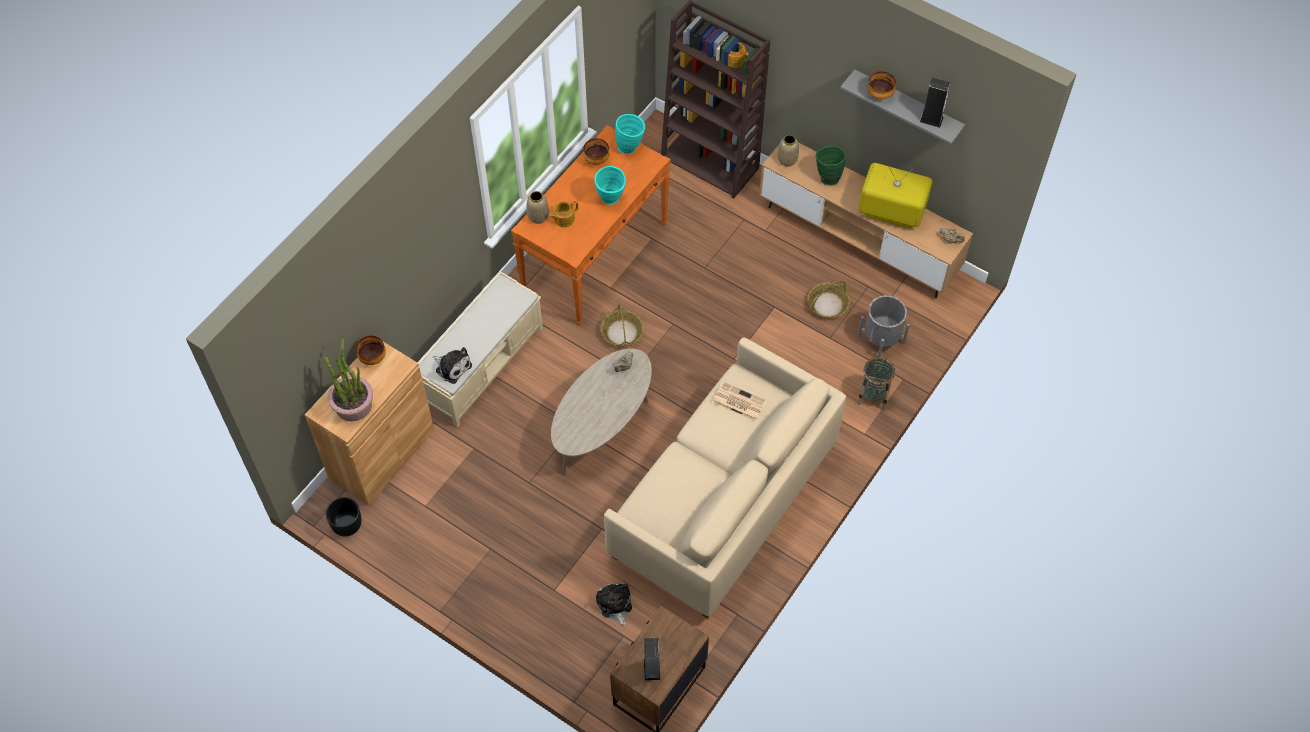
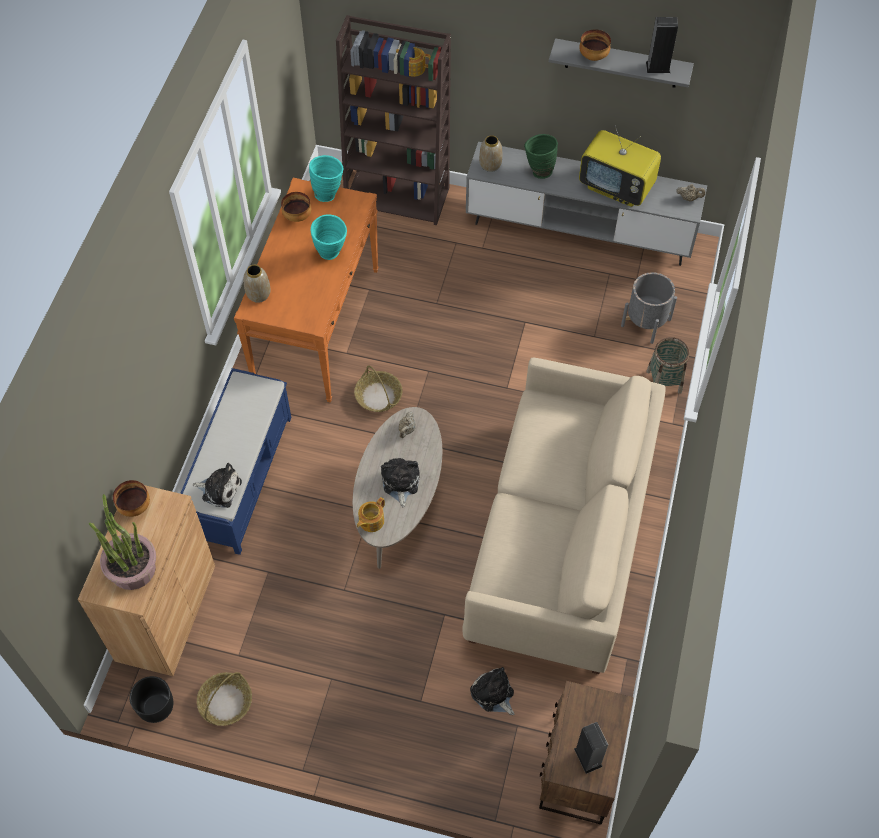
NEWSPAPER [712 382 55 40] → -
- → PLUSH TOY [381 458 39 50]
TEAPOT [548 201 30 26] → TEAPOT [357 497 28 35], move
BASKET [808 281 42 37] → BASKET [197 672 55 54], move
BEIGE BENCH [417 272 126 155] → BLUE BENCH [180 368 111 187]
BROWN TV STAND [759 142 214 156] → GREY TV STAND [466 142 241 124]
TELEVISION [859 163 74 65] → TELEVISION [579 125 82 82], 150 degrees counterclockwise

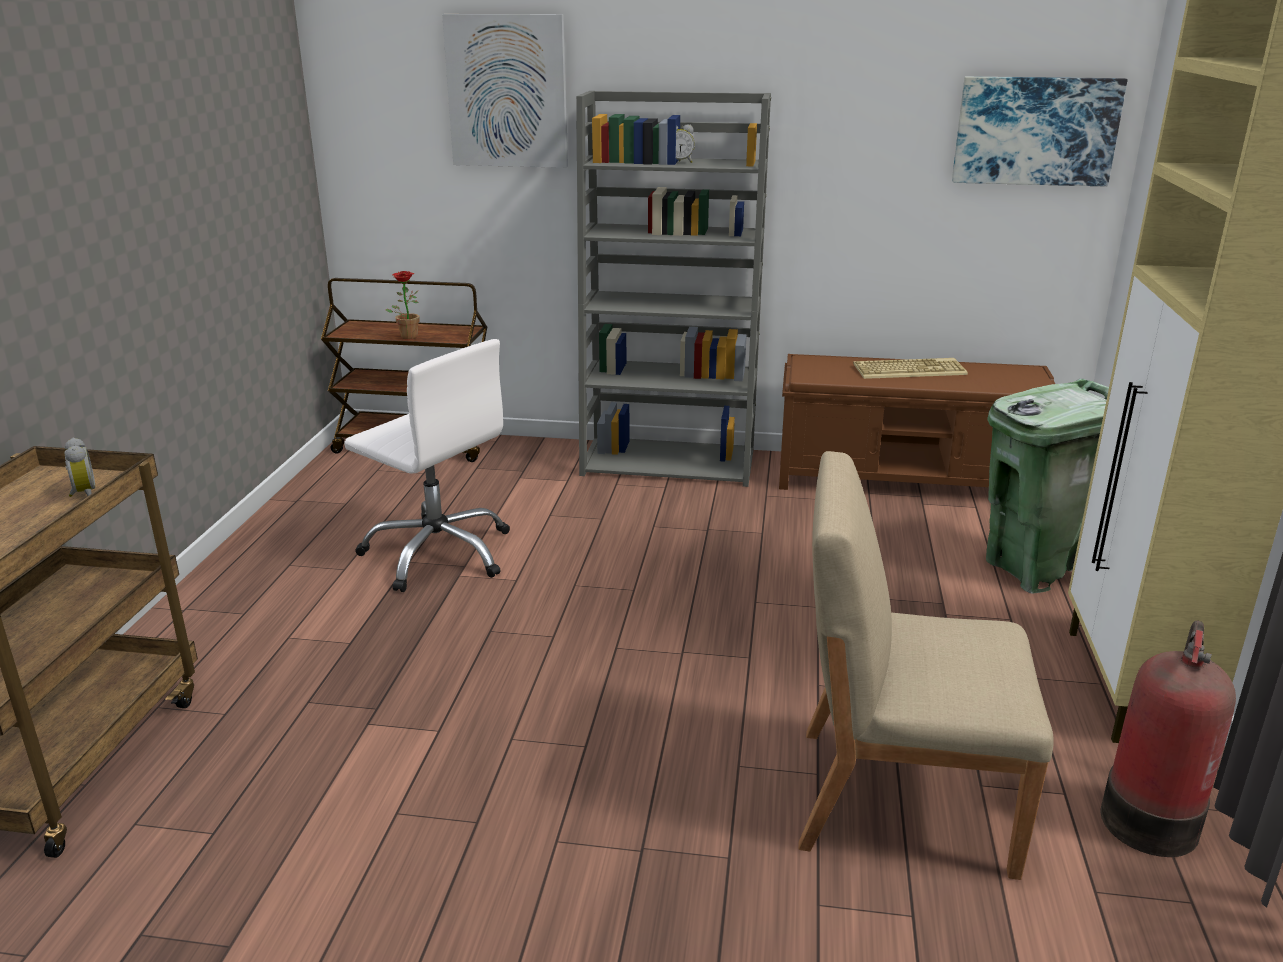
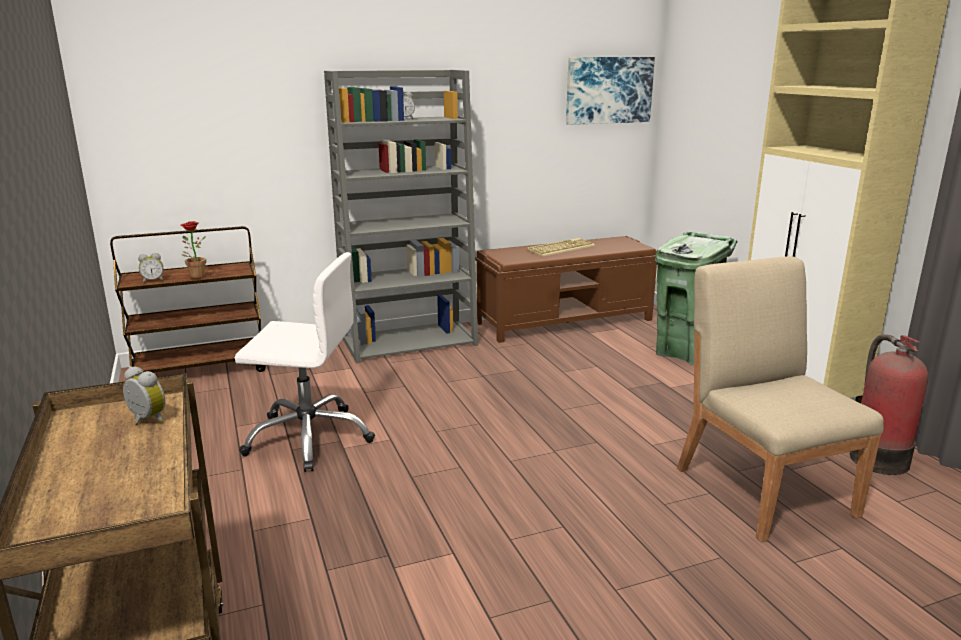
PICTURE [442 14 126 154] → -
- → ALARM CLOCK [138 253 26 30]
BEIGE CHAIR [798 451 256 429] → BEIGE CHAIR [677 256 207 286], 90 degrees clockwise

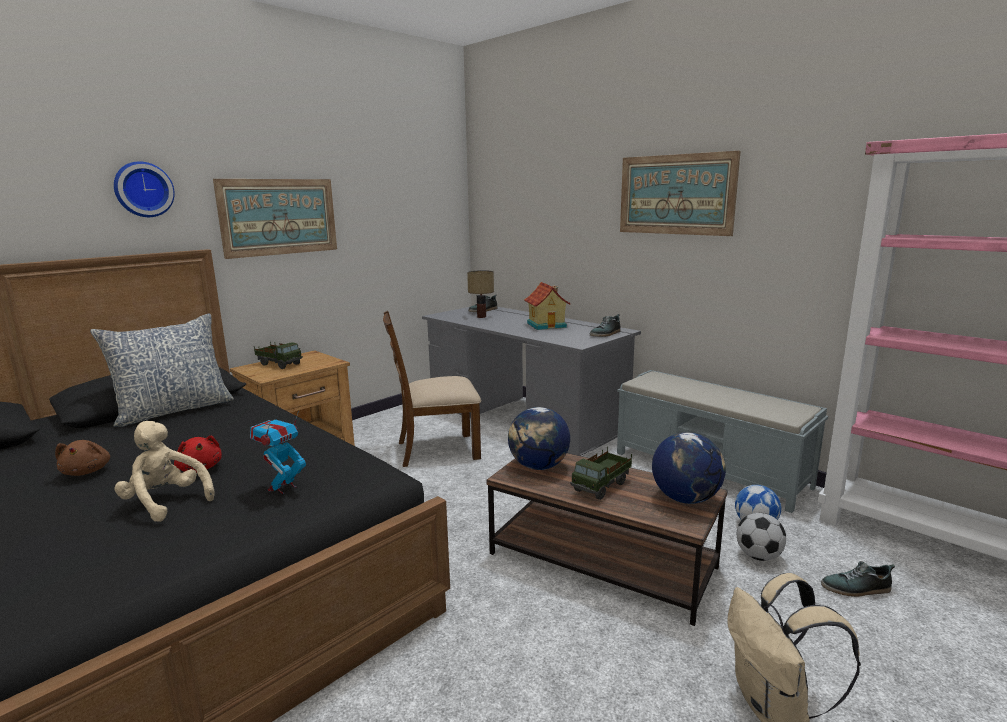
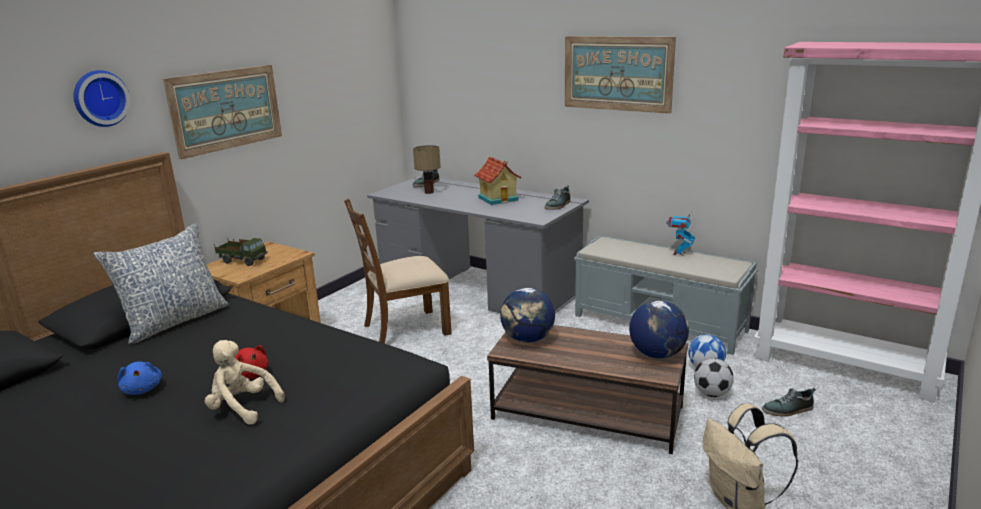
TOY TRUCK [570 447 62 53] → -
TOY ROBOT [250 411 56 83] → TOY ROBOT [666 210 29 46], move
BROWN PLUSH TOY [55 440 55 36] → BLUE PLUSH TOY [118 361 44 34]

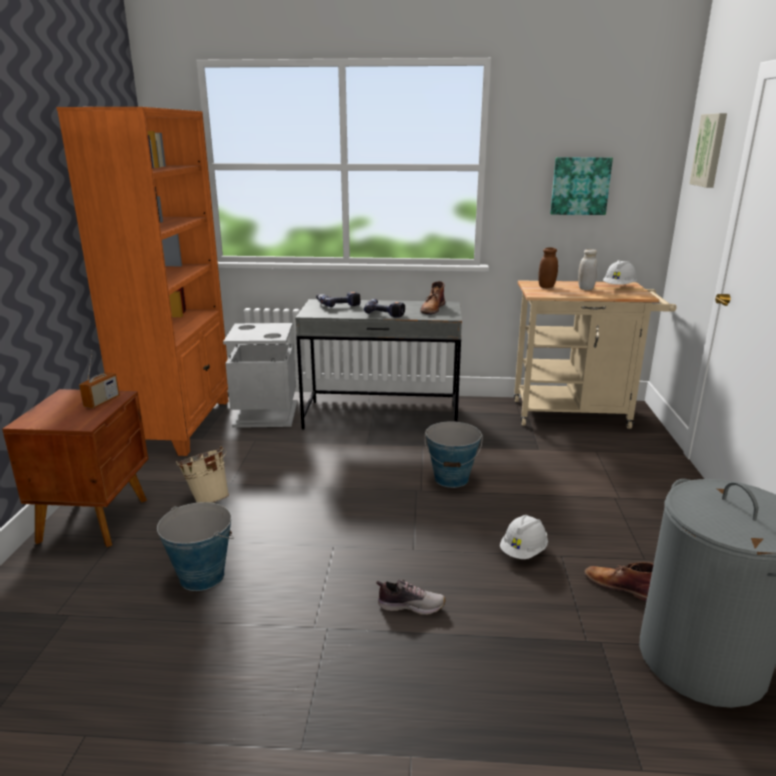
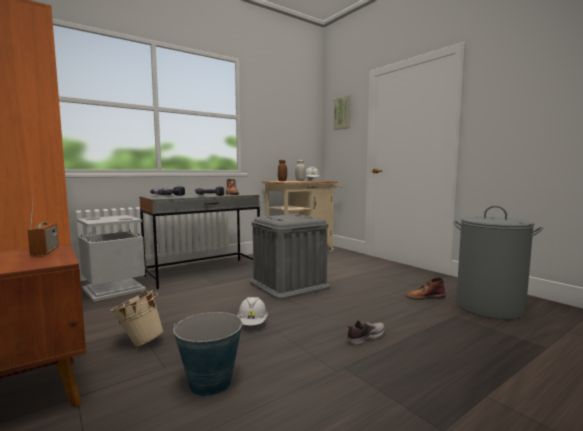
PICTURE [550 157 63 58] → -
WHITE HARD HAT [500 515 48 44] → WHITE HARD HAT [237 297 31 29], move
BUCKET [425 421 58 67] → GREY STORAGE BOX [251 214 79 86]

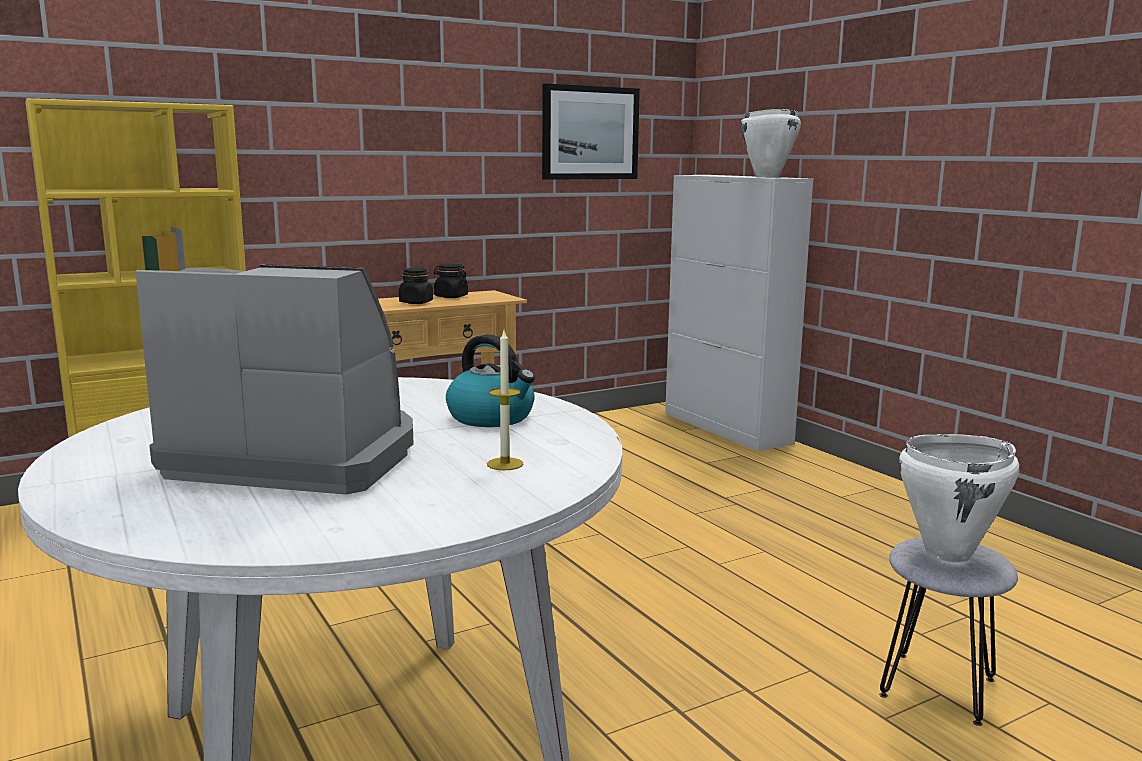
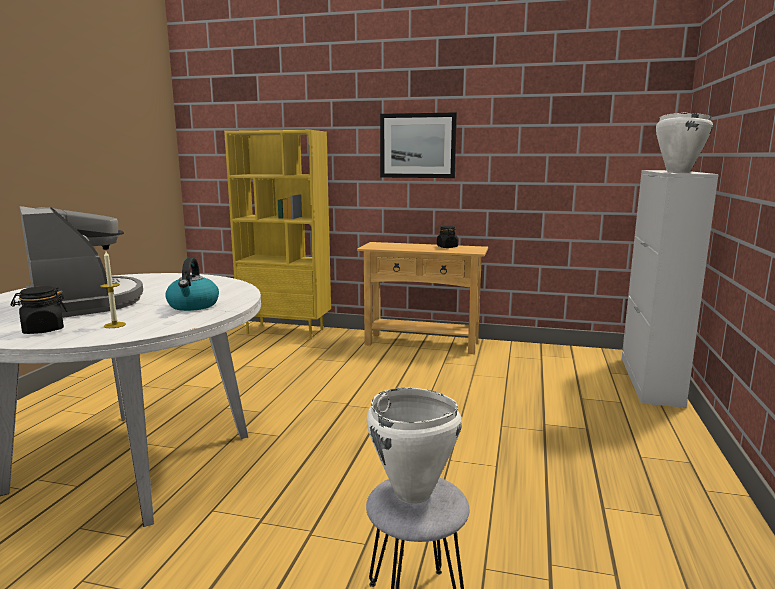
BLACK JAR [399 268 34 36] → BLACK JAR [11 286 57 48], move
PICTURE [542 83 98 97] → PICTURE [380 112 77 66], move

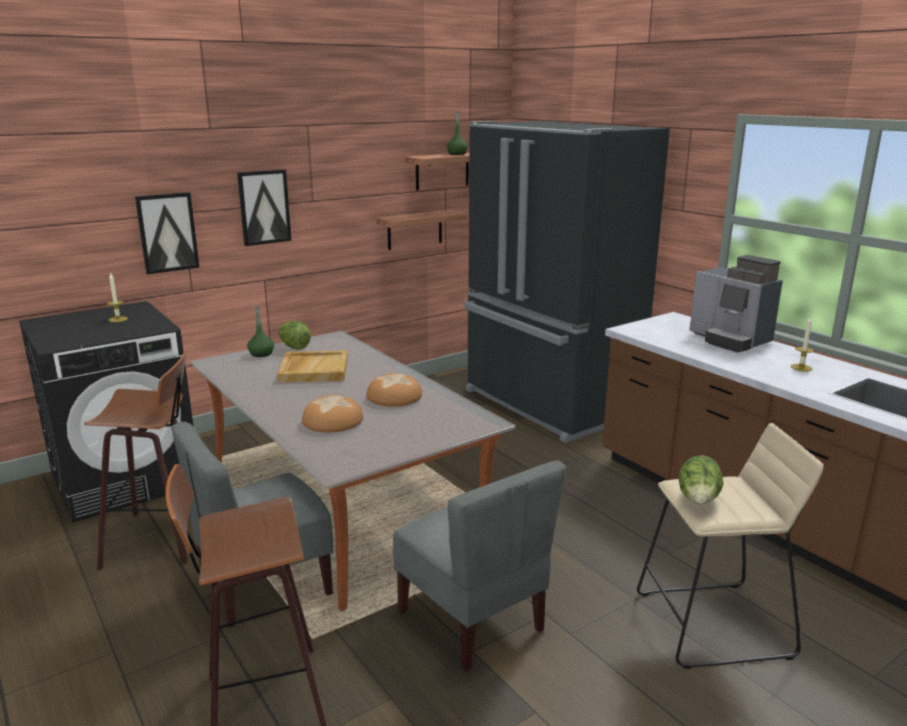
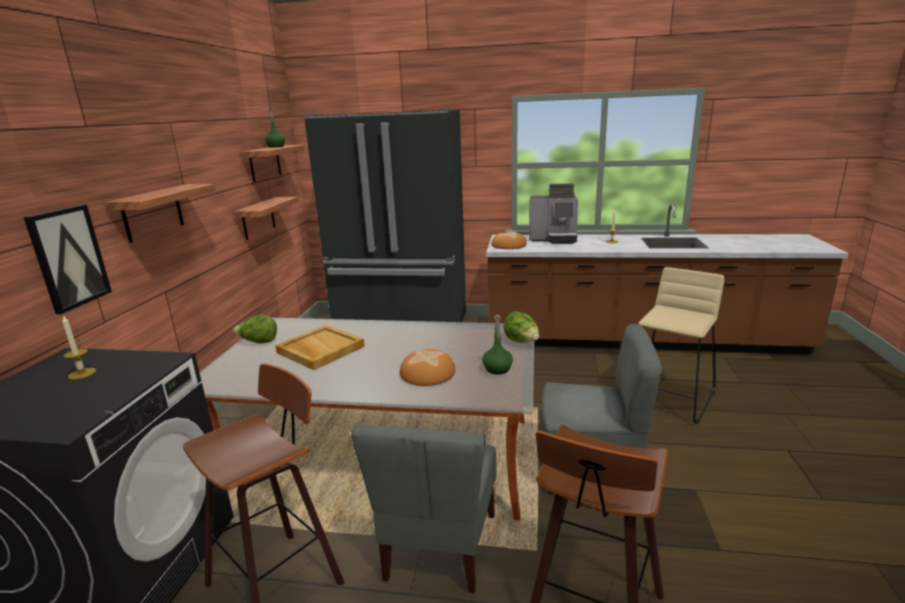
GREEN BOTTLE [247 305 27 52] → GREEN BOTTLE [482 315 31 59], move
BREAD [366 373 56 34] → BREAD [491 232 36 17], move
LETTUCE [678 455 46 49] → LETTUCE [503 311 36 32], move
PICTURE [237 169 54 77] → SHELF [105 184 110 59]

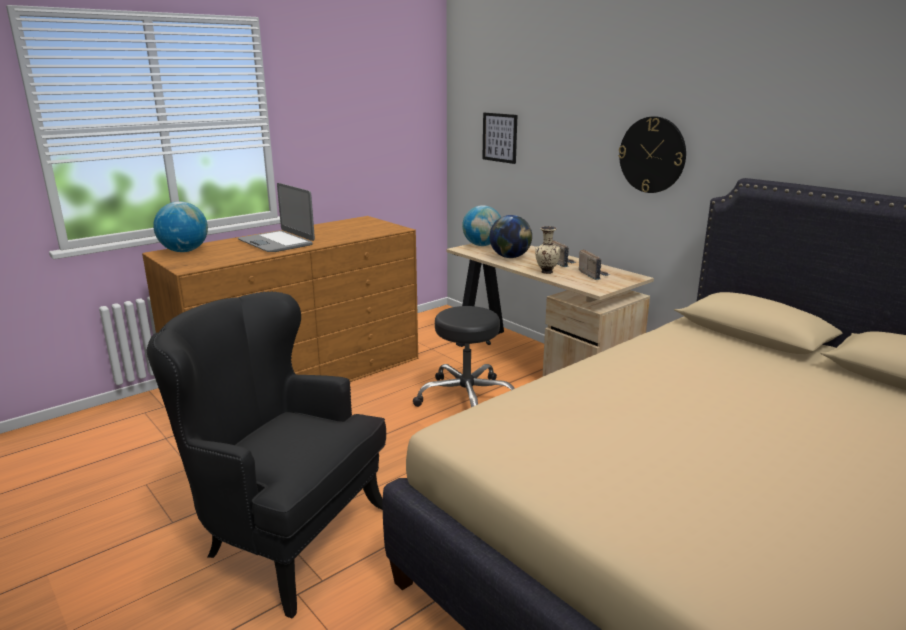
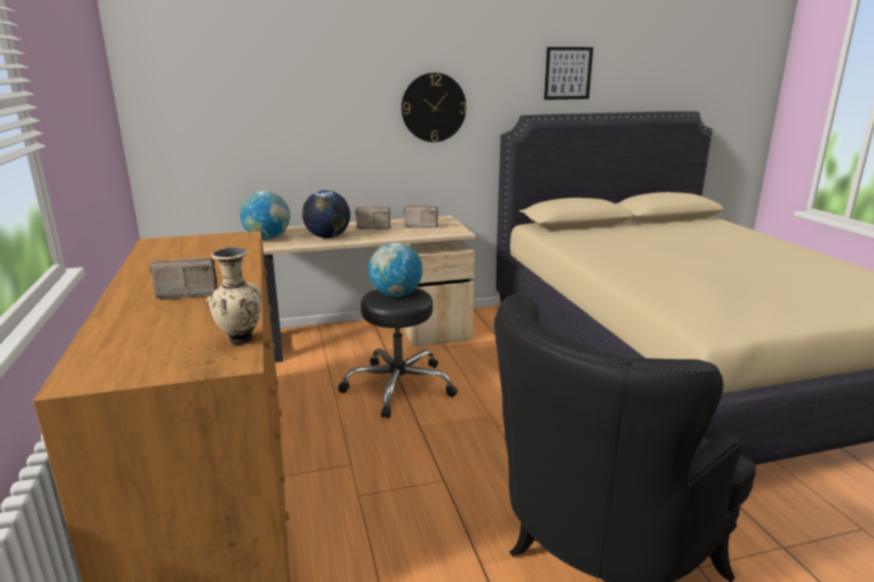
GLOBE [153 201 55 51] → GLOBE [368 243 55 54], move
PICTURE [482 113 35 51] → PICTURE [544 47 49 53], move
BEIGE VASE [535 226 25 48] → BEIGE VASE [206 247 56 98], move
LAPTOP [238 183 77 69] → RADIO [150 258 68 41]

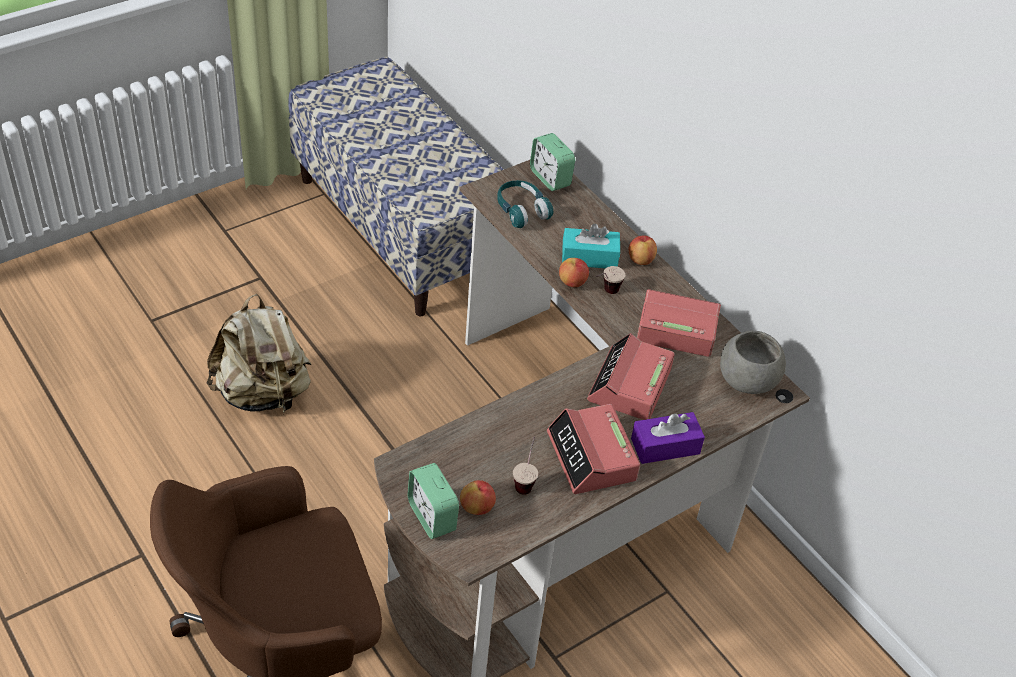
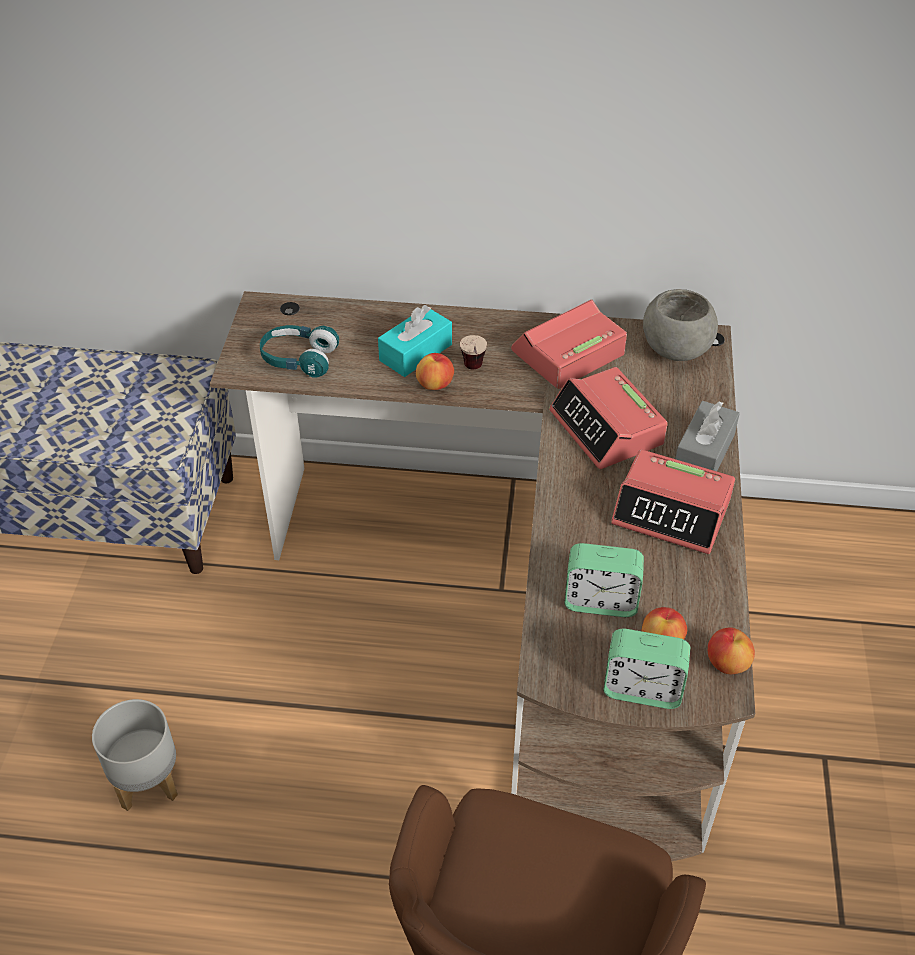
CUP [513 437 25 58] → -
ALARM CLOCK [530 133 45 58] → ALARM CLOCK [565 543 79 74], move
APPLE [629 236 28 29] → APPLE [708 627 47 47], move
BEIGE BACKPACK [206 294 106 119] → GREY PLANTER [92 699 86 112]
PURPLE TISSUE BOX [631 412 74 52] → GREY TISSUE BOX [675 401 65 70]

